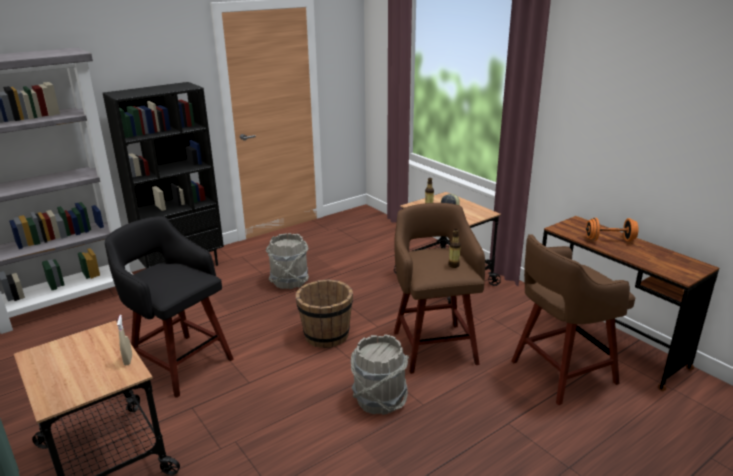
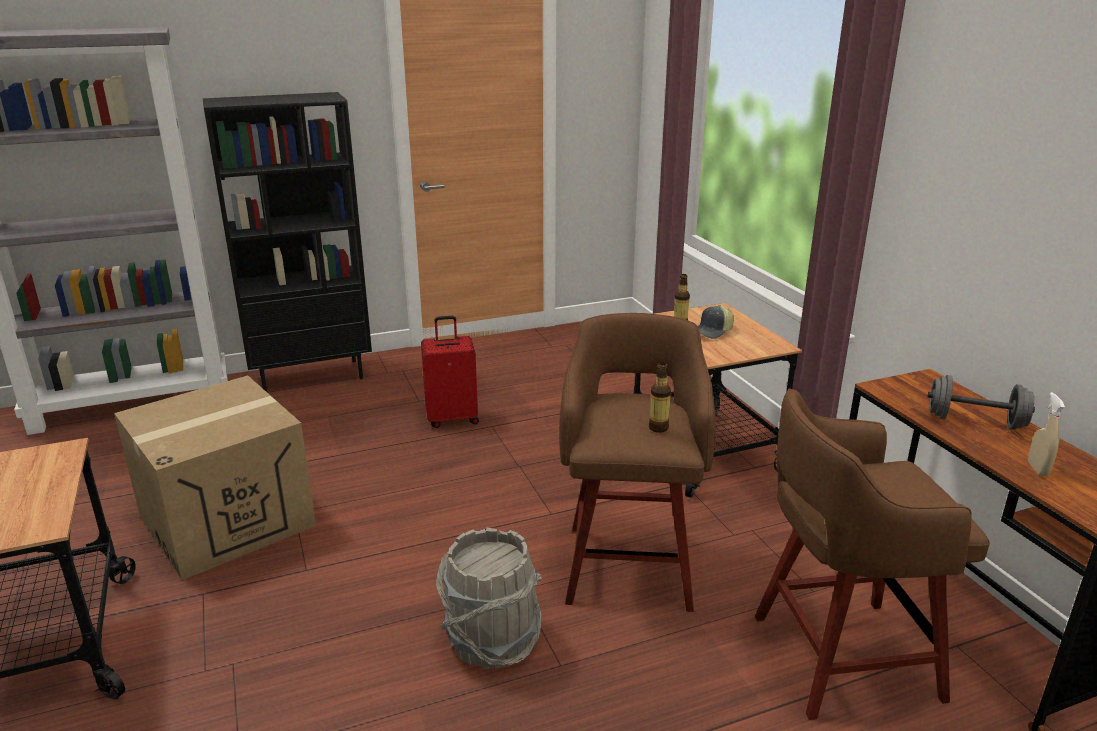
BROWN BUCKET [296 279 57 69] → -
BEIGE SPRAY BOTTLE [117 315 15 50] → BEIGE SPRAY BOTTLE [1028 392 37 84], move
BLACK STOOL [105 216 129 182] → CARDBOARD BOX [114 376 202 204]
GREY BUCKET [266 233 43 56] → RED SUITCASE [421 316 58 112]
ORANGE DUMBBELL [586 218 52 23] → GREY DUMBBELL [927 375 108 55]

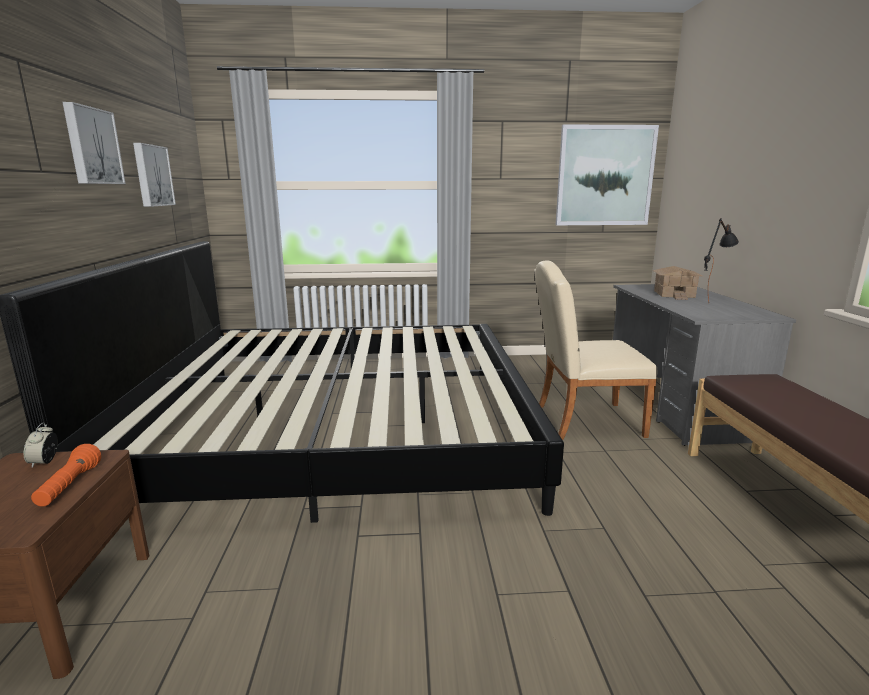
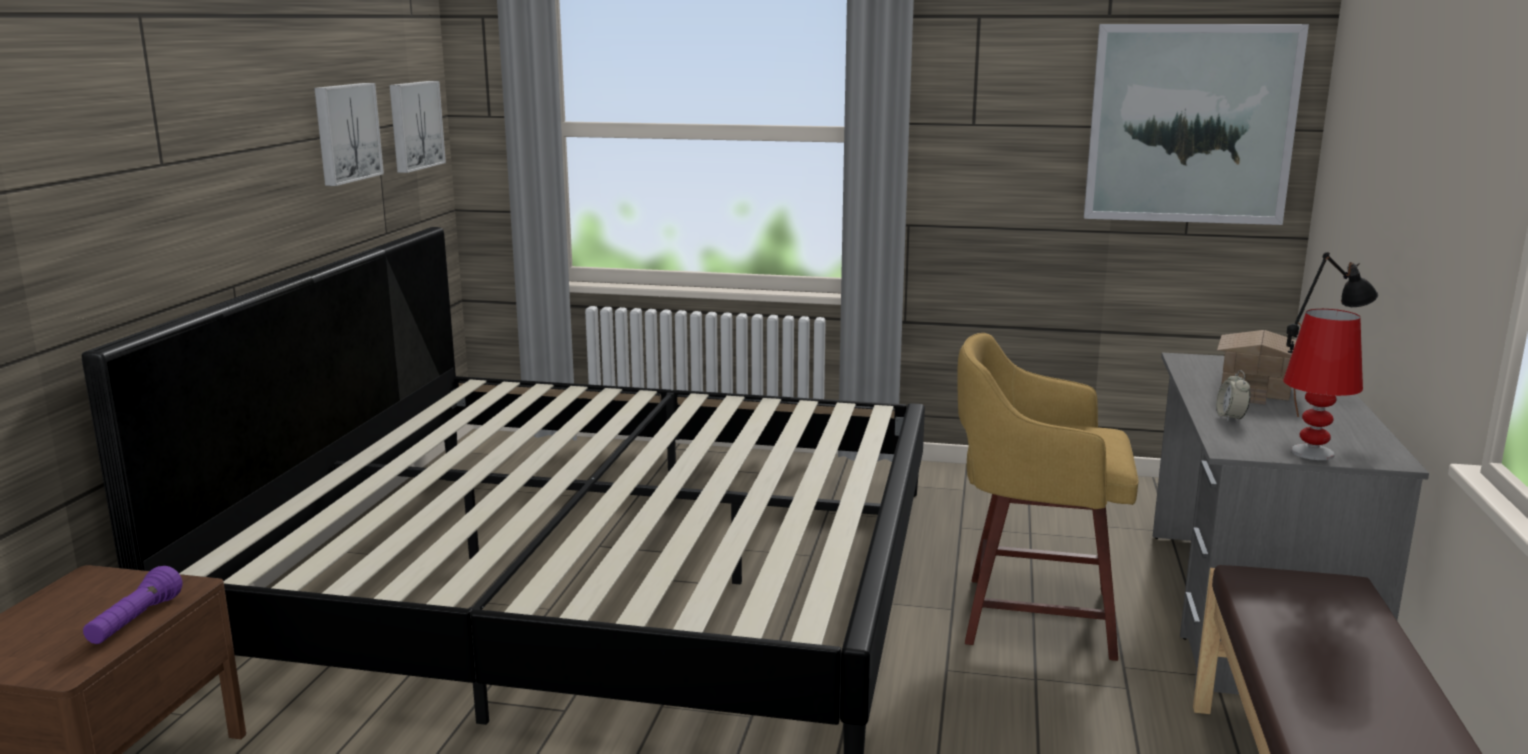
- → RED TABLE LAMP [1283 309 80 151]
ALARM CLOCK [24 423 34 45] → ALARM CLOCK [1216 370 35 51], move
PICTURE [62 102 64 82] → PICTURE [389 81 57 92], move
BEIGE CHAIR [534 261 123 179] → YELLOW STOOL [957 333 182 328]
ORANGE FLASHLIGHT [31 444 70 63] → PURPLE FLASHLIGHT [83 566 99 78]

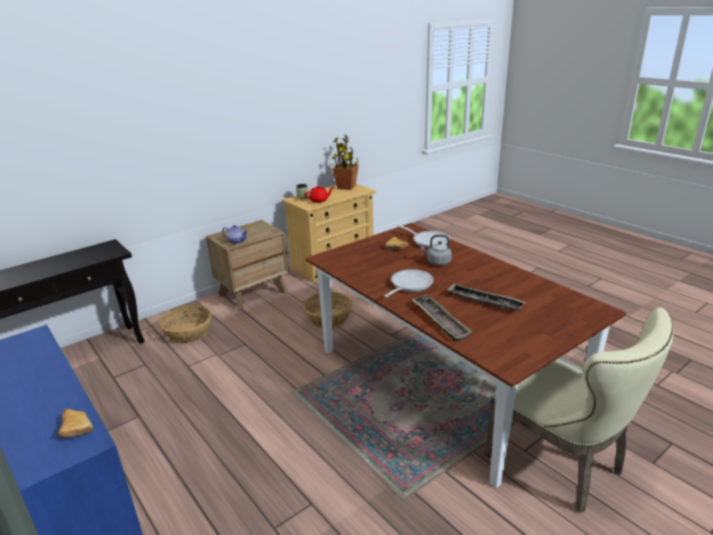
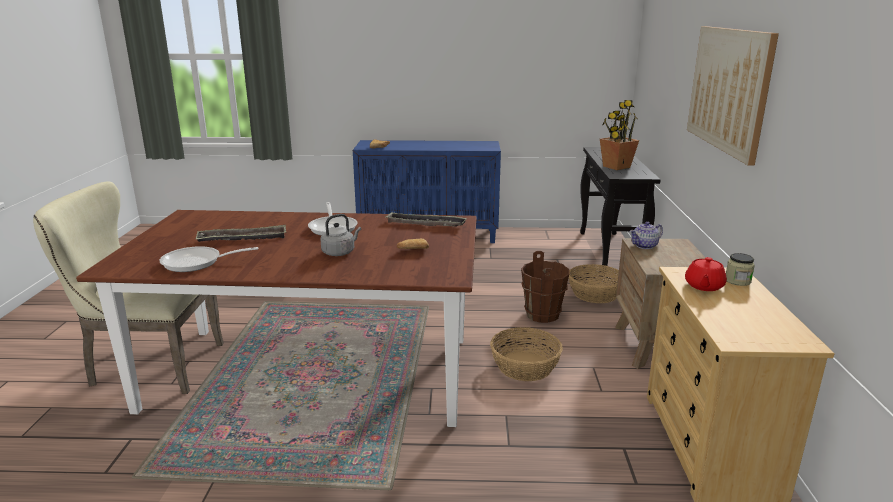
- → BROWN BUCKET [521 251 49 72]
- → PICTURE [687 26 92 140]
POTTED PLANT [332 135 27 55] → POTTED PLANT [600 100 39 70], move
FRYING PAN [396 225 54 23] → FRYING PAN [160 246 98 26], move
TRAY [412 295 60 47] → TRAY [386 212 81 15], move

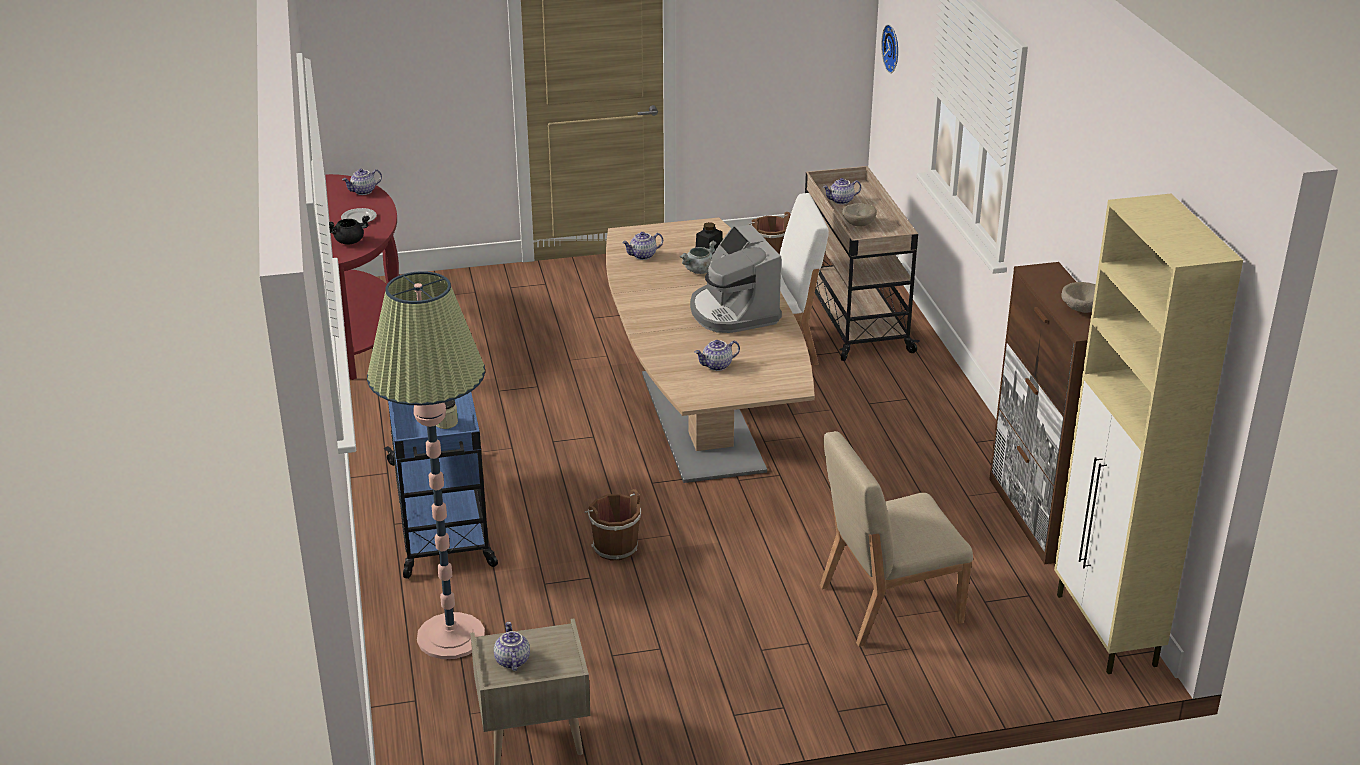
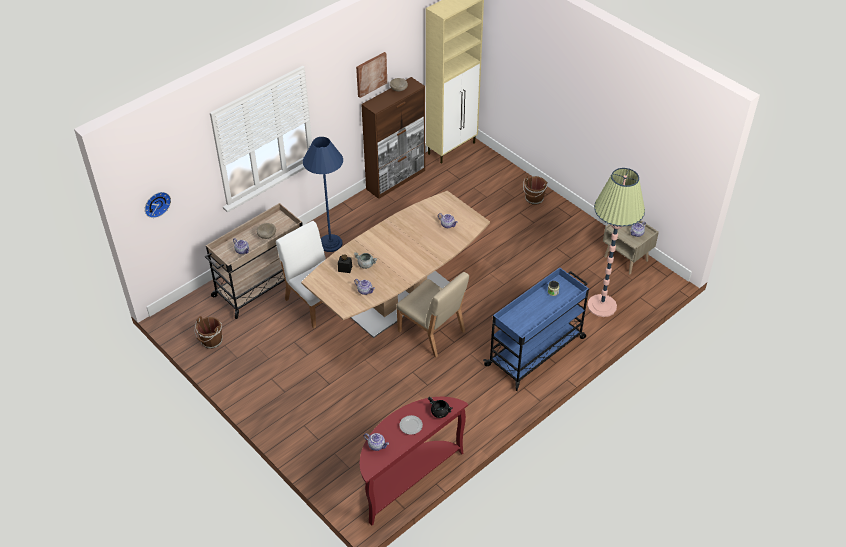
COFFEE MACHINE [690 225 92 108] → -
- → BLUE FLOOR LAMP [303 137 40 115]
- → PICTURE [356 52 31 46]
BROWN BUCKET [584 489 57 72] → BROWN BUCKET [523 176 24 29], move
BEIGE CHAIR [820 431 153 216] → BEIGE CHAIR [396 272 73 85], move

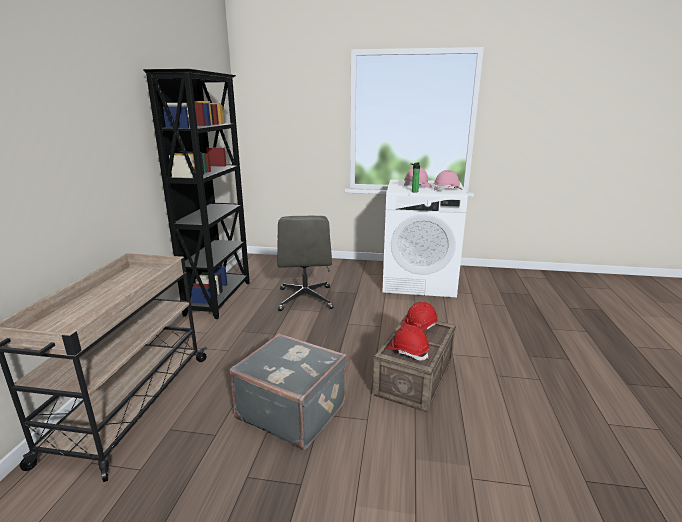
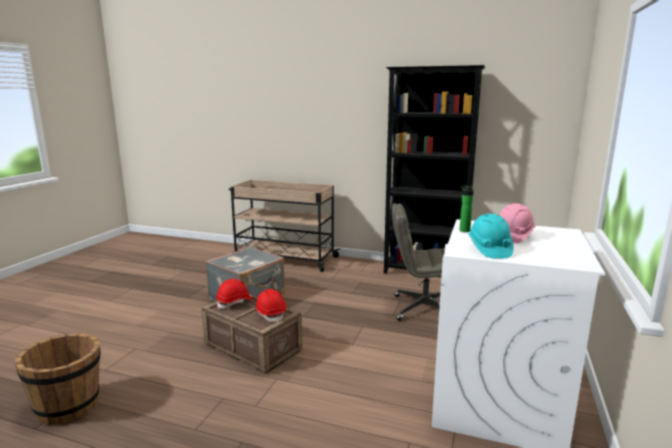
- → BROWN BUCKET [15 333 85 92]
PINK HARD HAT [434 170 27 21] → TURQUOISE HARD HAT [468 214 46 45]

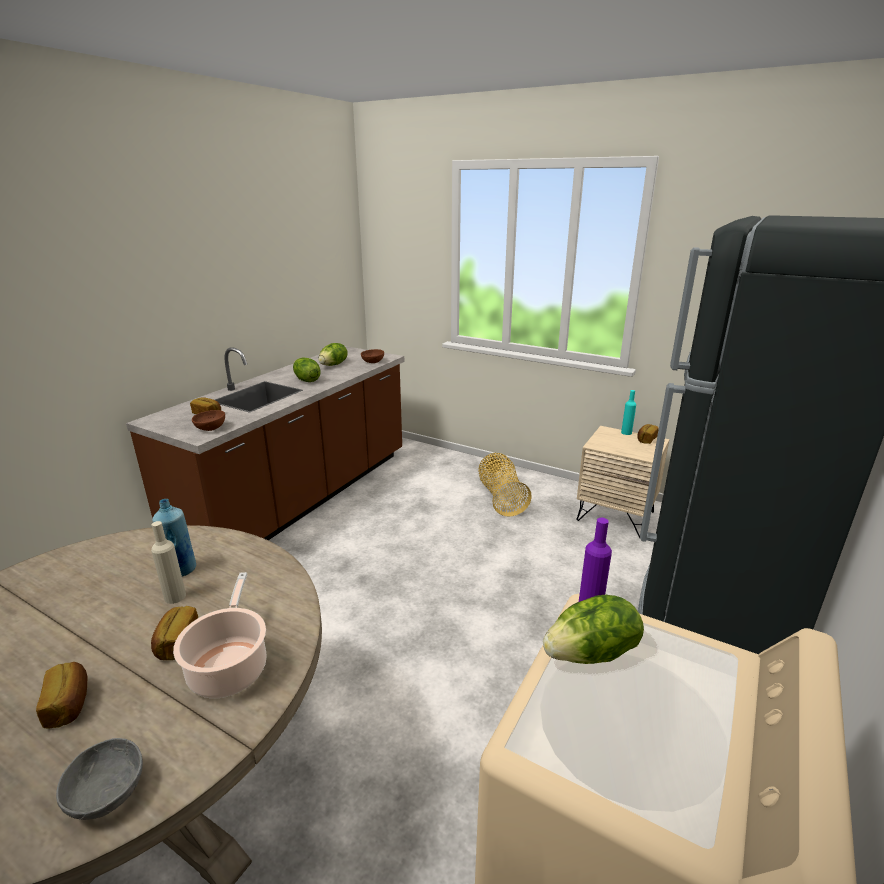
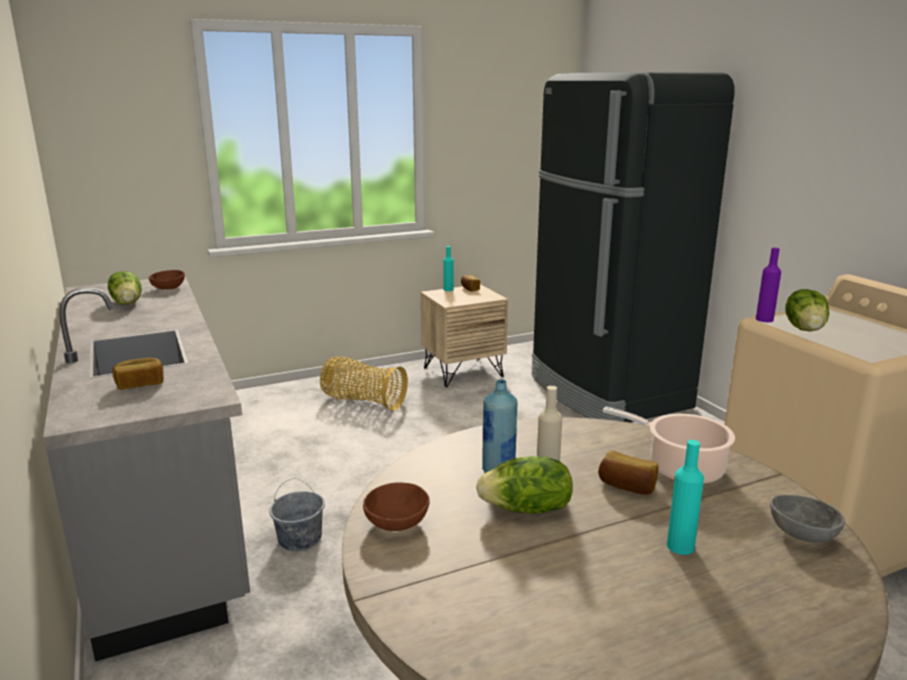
- → GREY BUCKET [269 478 56 73]
BROWN BOWL [192 410 33 21] → BROWN BOWL [363 482 67 49], move
LETTUCE [293 357 28 25] → LETTUCE [476 456 97 58], move
BREAD [36 662 51 67] → TURQUOISE BOTTLE [667 440 37 115]
BROWN COUNTER [126 346 278 194] → GREY COUNTER [43 277 207 385]

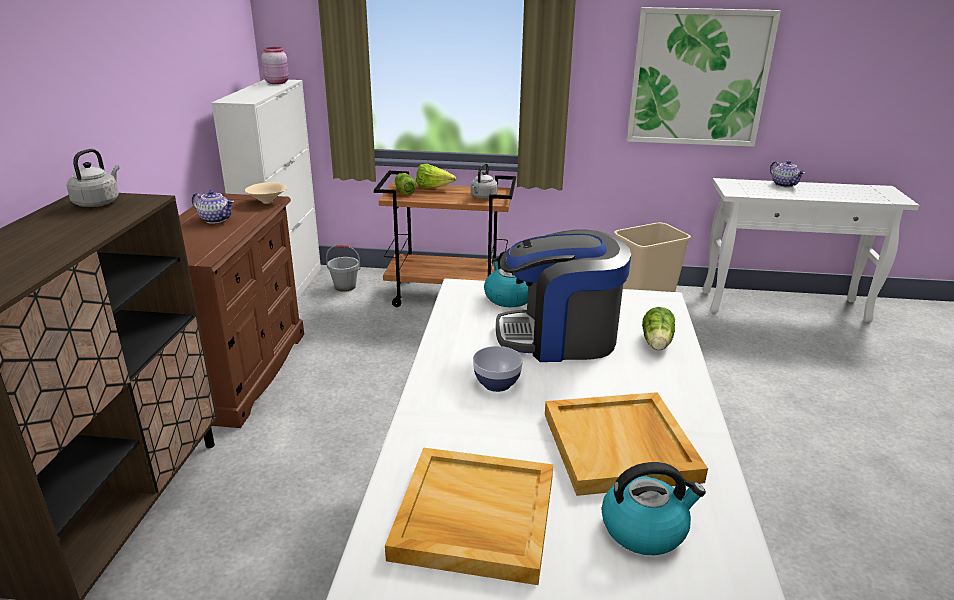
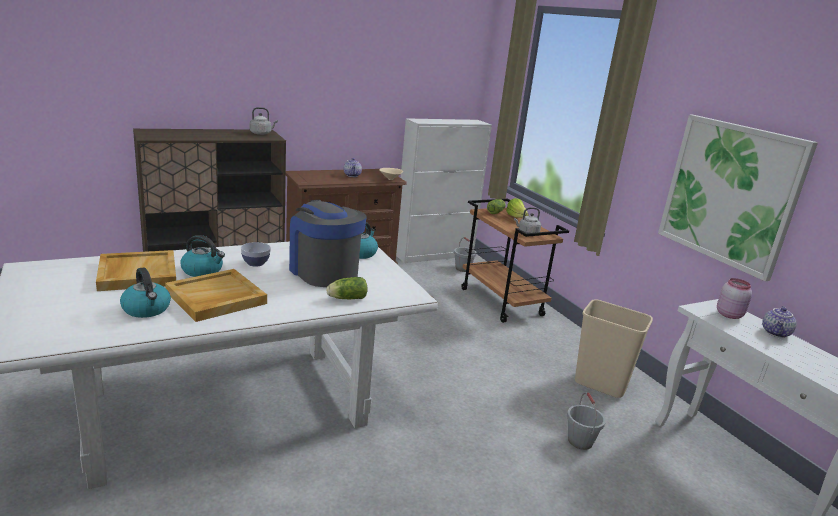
- → KETTLE [180 235 45 42]
- → GREY BUCKET [567 392 39 58]
PINK JAR [261 47 28 37] → PINK JAR [717 278 35 41], move

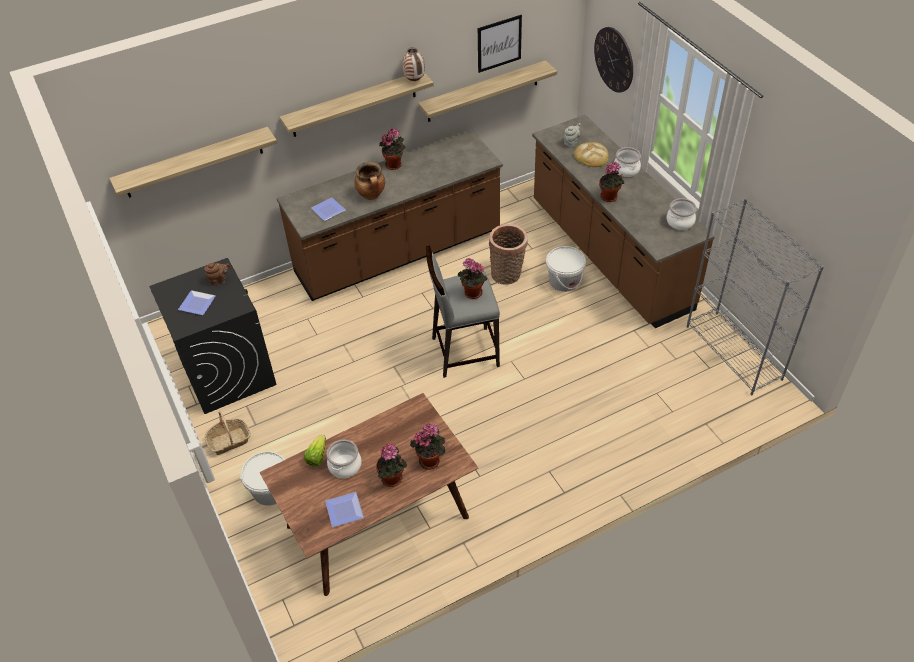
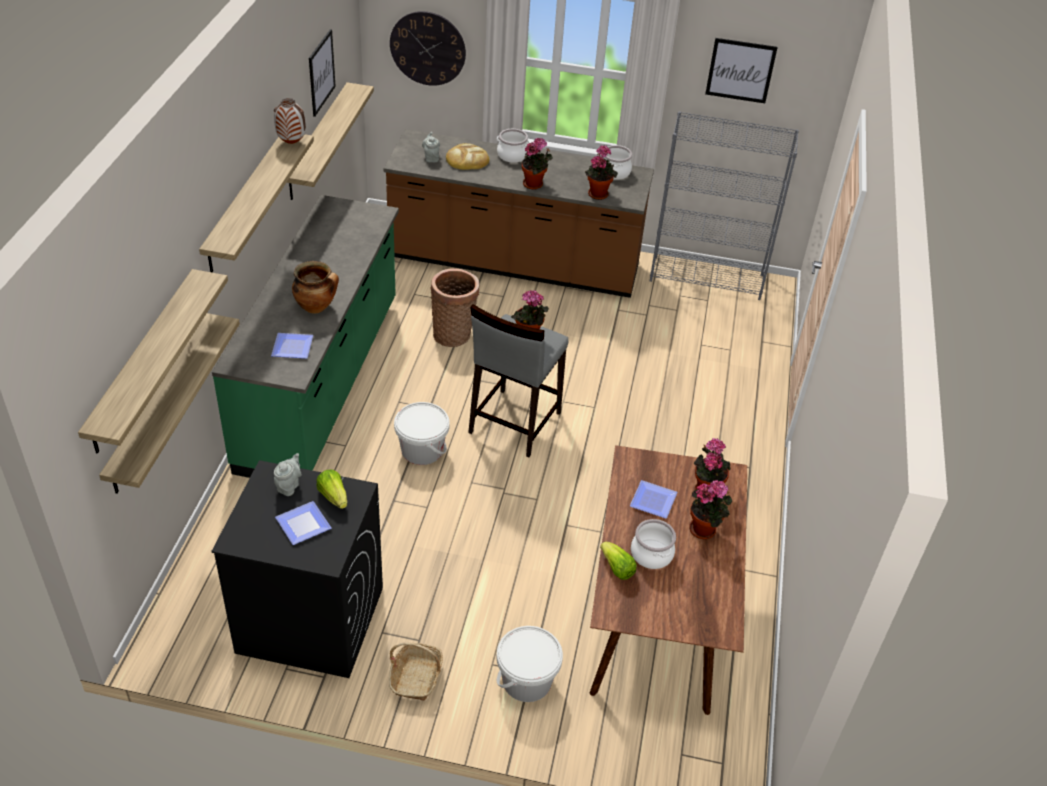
- → SHELF [99 313 141 181]
- → LETTUCE [316 469 31 40]
- → PICTURE [705 38 73 65]
PLATE [325 492 39 35] → PLATE [630 480 48 38], move
POTTED PLANT [379 128 26 42] → POTTED PLANT [585 145 33 55], move
WHITE BUCKET [546 246 40 46] → WHITE BUCKET [394 402 56 63], move
BROWN TEAPOT [204 263 26 23] → GREY TEAPOT [274 453 28 43]
BROWN COUNTER [277 130 226 171] → GREEN COUNTER [212 195 187 283]

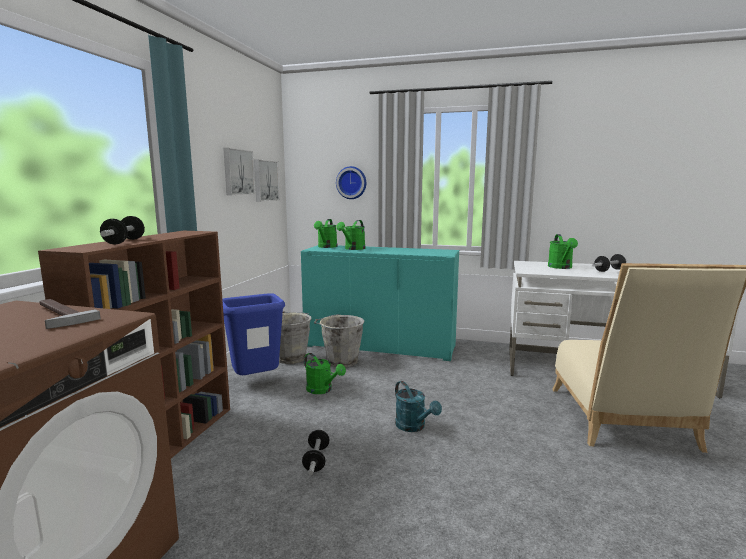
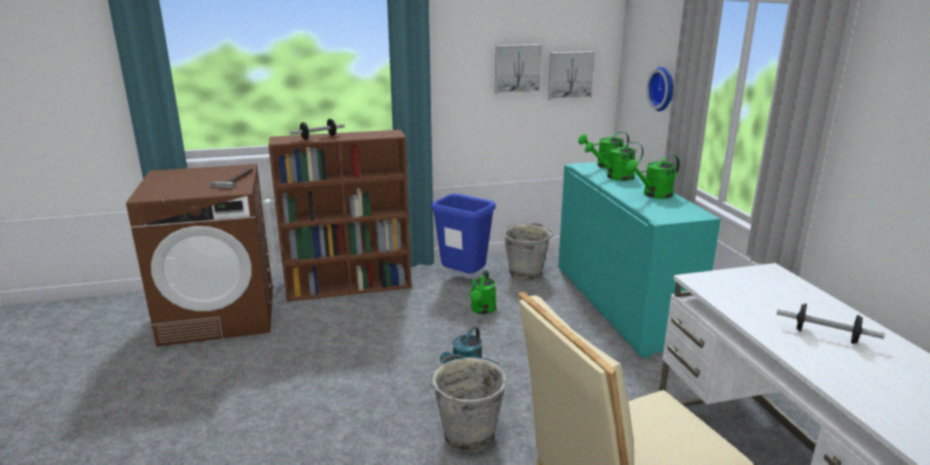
DUMBBELL [302 429 28 46] → -
GREY BUCKET [314 314 50 53] → GREY BUCKET [429 354 78 99], move
GREEN WATERING CAN [548 234 30 35] → GREEN WATERING CAN [626 155 54 44], move

